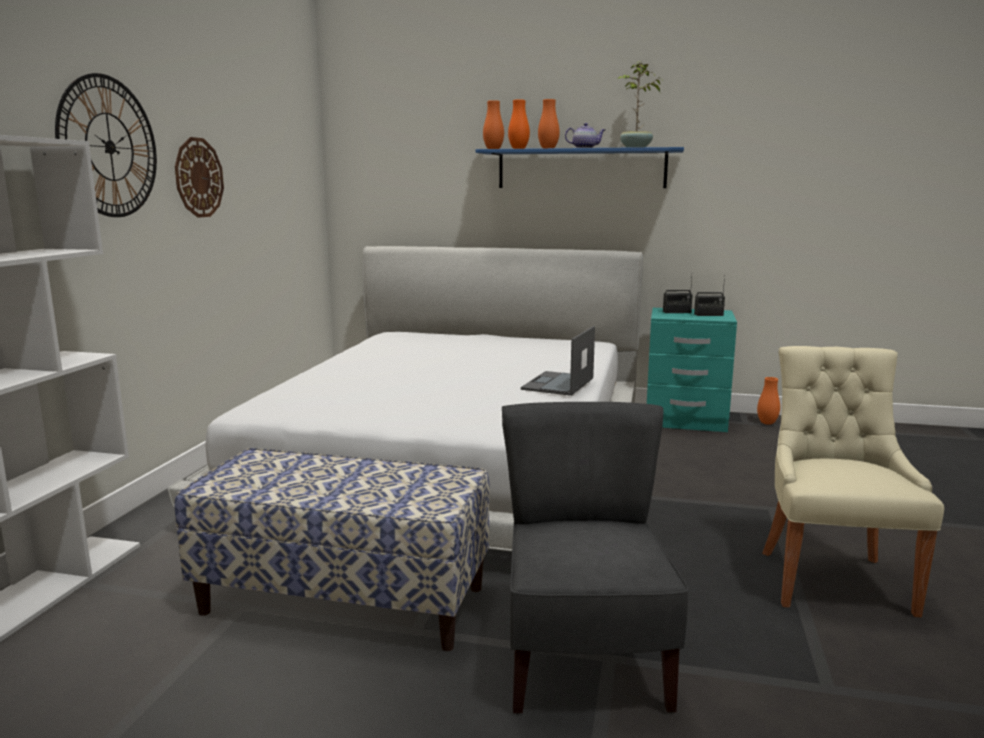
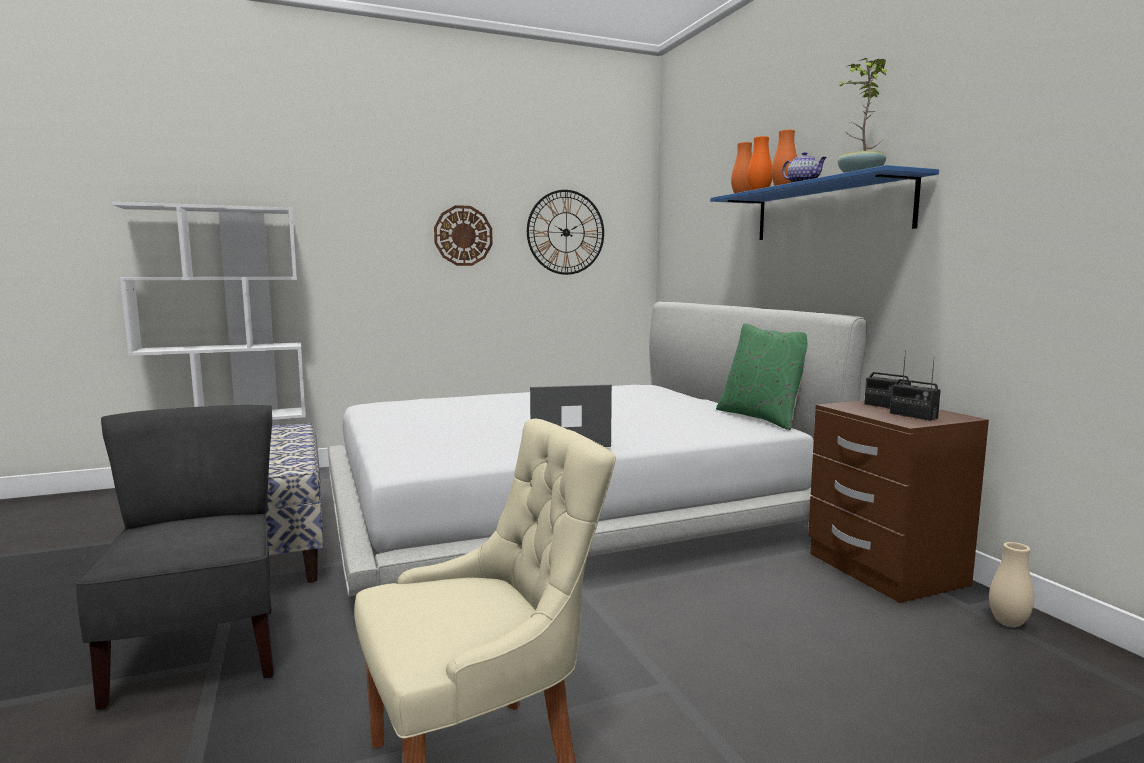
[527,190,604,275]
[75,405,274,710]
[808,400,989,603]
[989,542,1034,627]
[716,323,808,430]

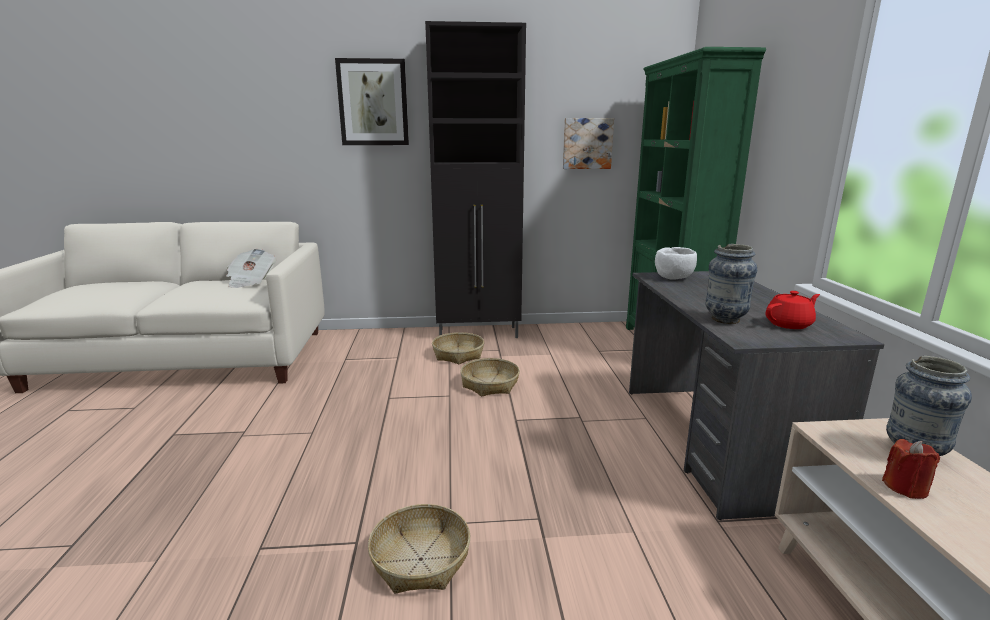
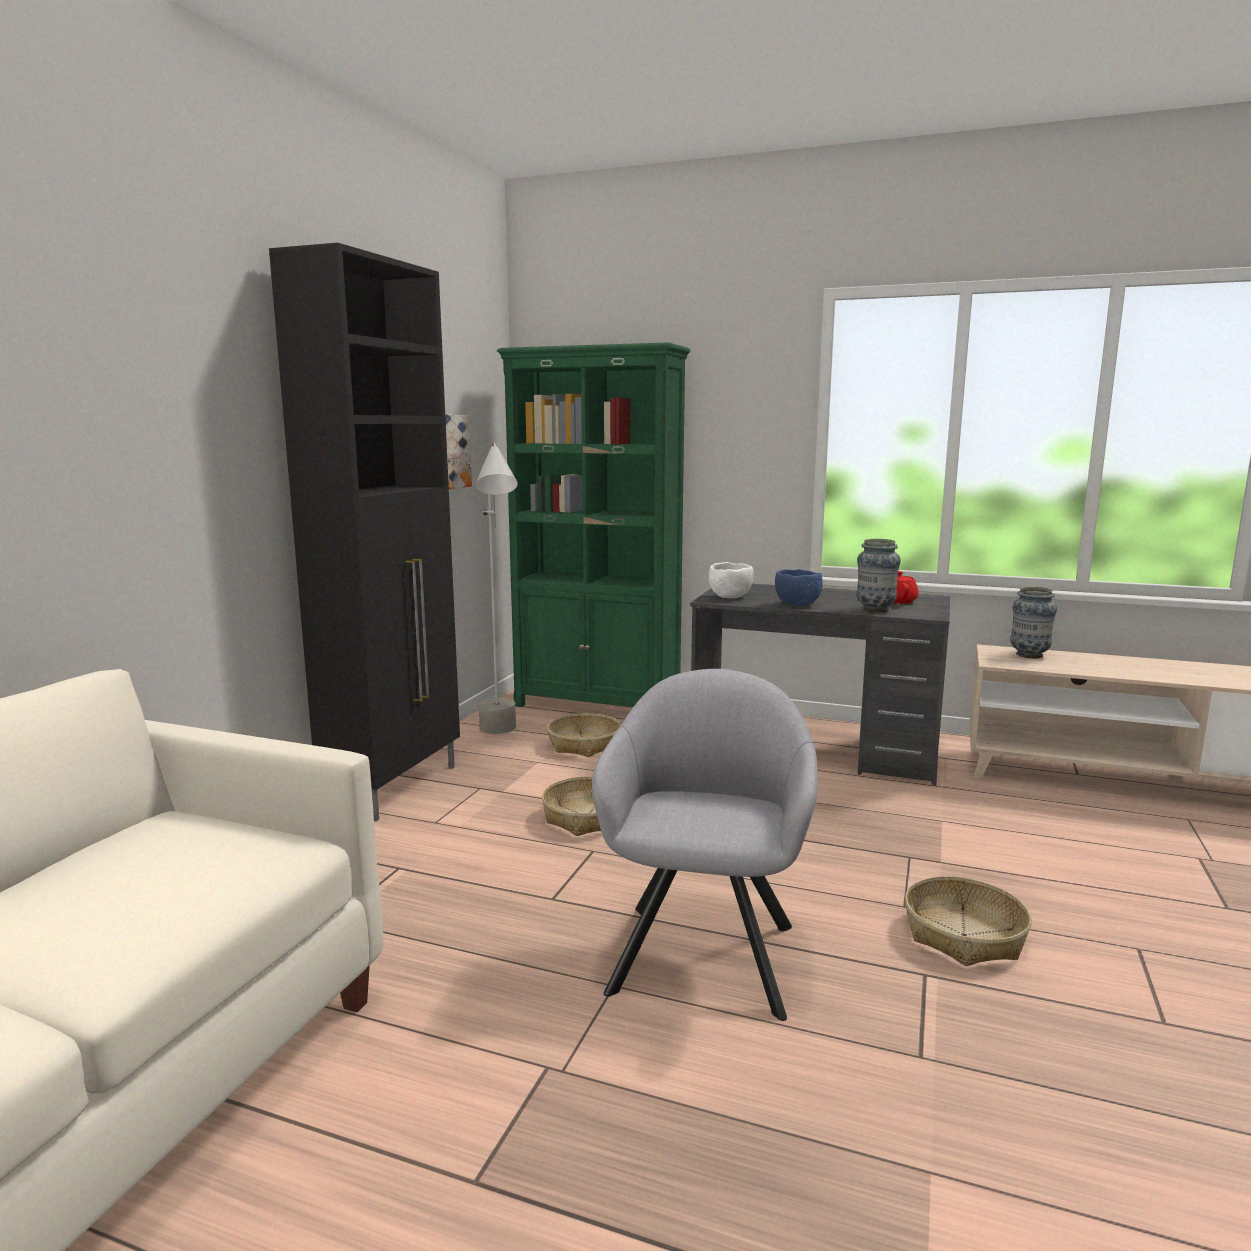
[226,249,276,288] (first image)
[335,58,409,145] (first image)
[547,713,621,757]
[882,439,940,499] (first image)
[475,442,518,734]
[592,669,818,1021]
[775,569,822,606]

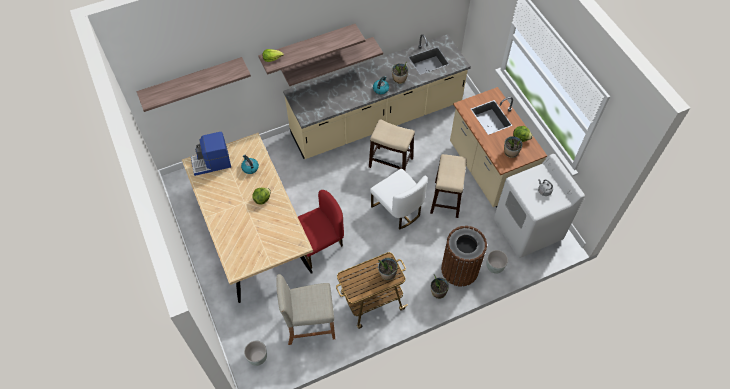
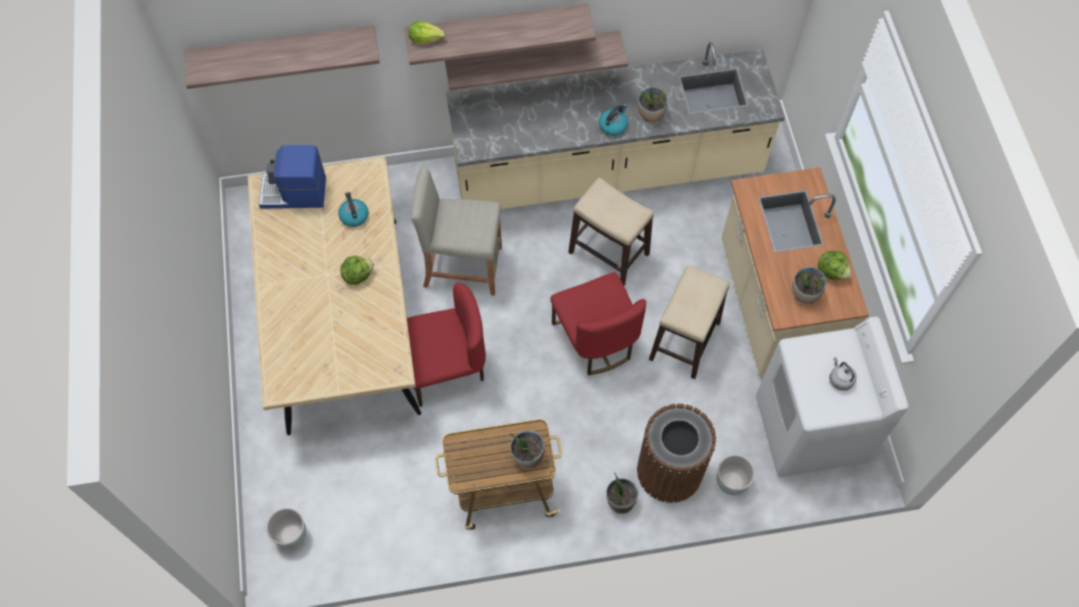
[411,166,502,296]
[551,272,646,375]

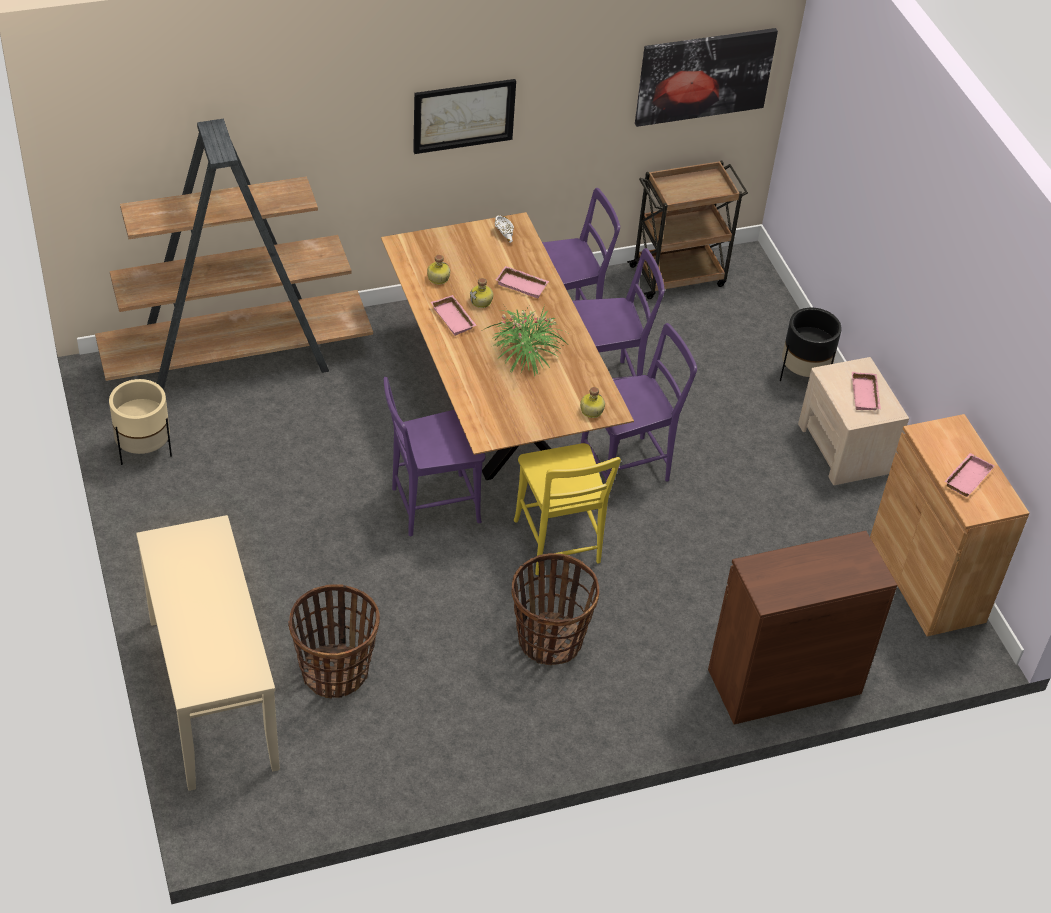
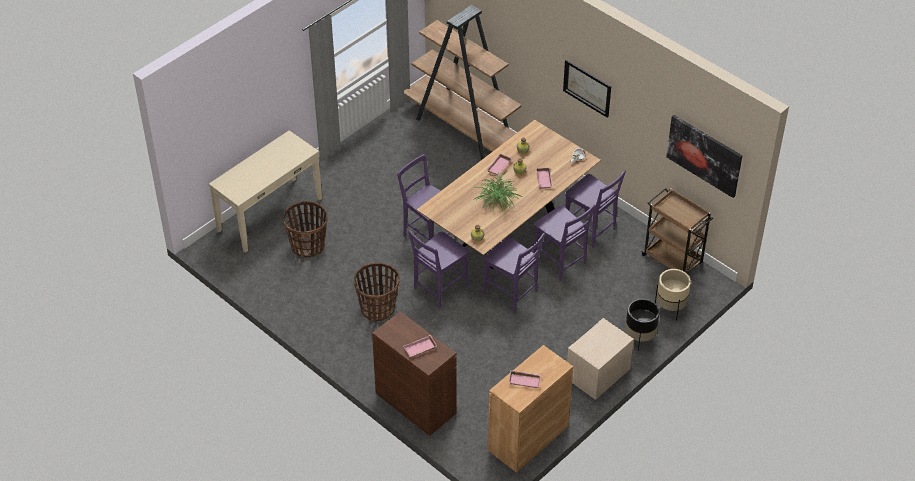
[655,269,691,320]
[408,230,469,308]
[404,335,437,357]

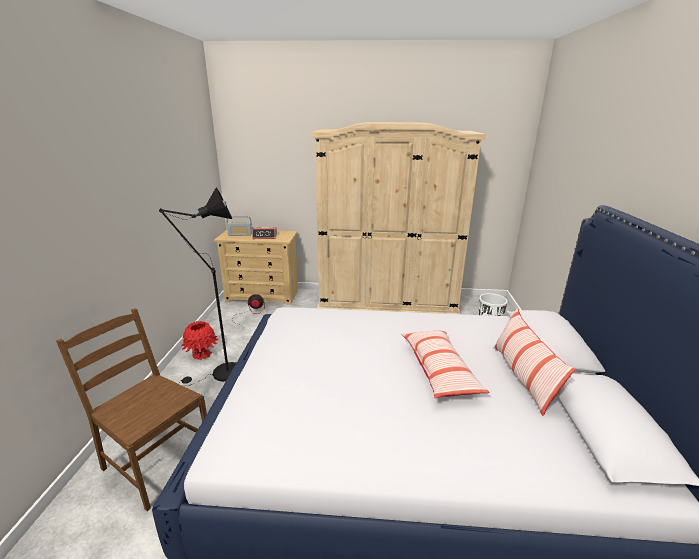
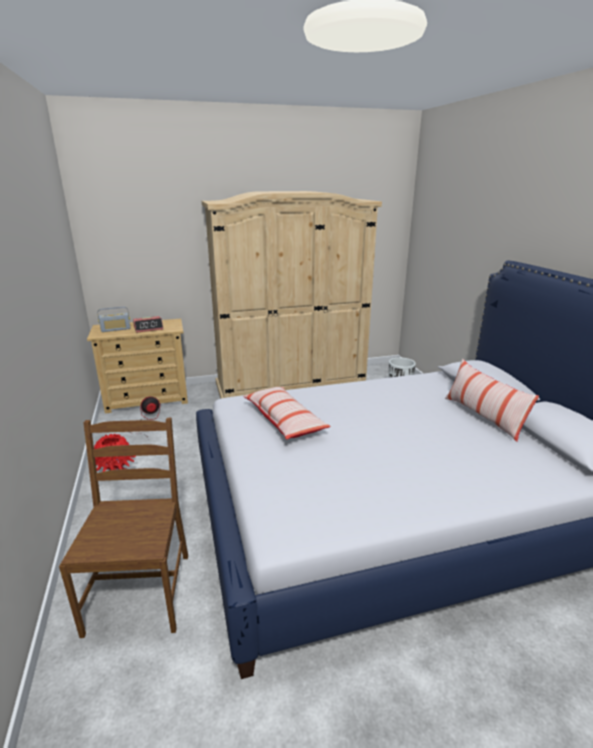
[59,418,188,638]
[159,187,236,386] (first image)
[243,387,331,439]

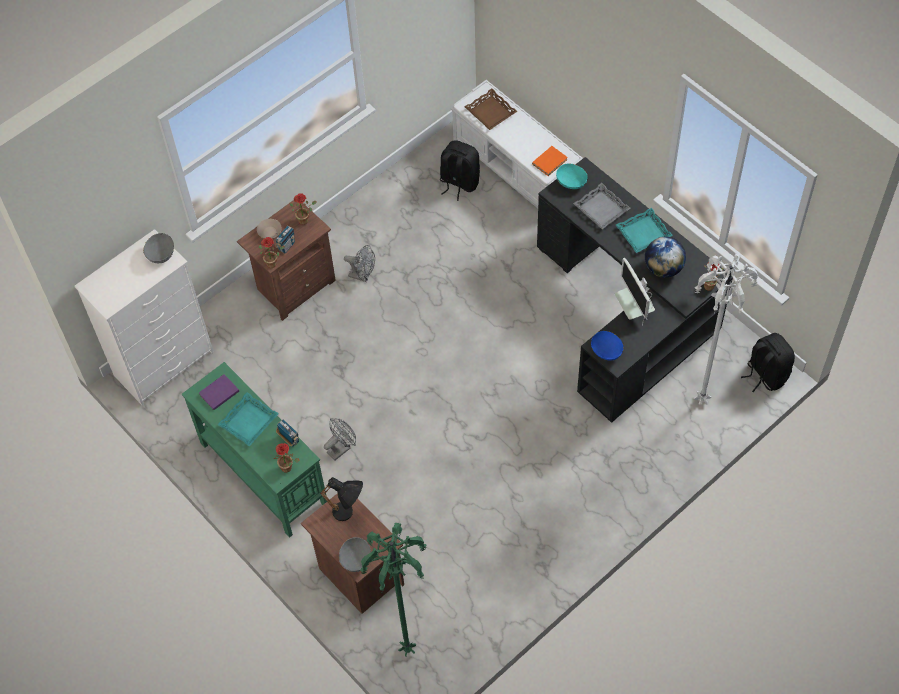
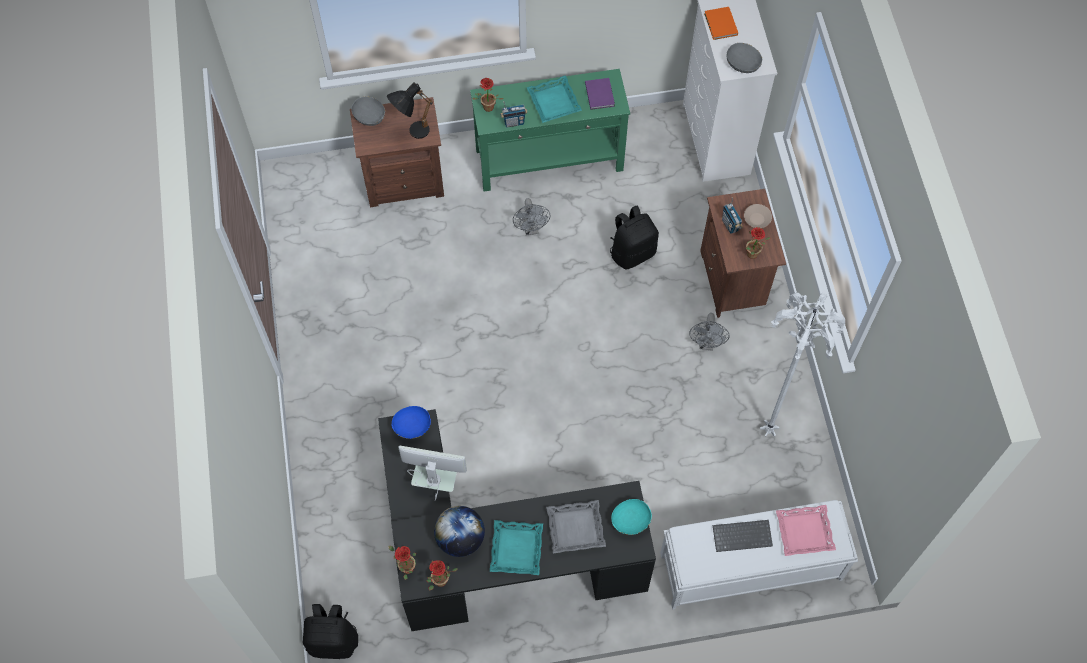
[426,560,458,591]
[689,313,729,351]
[360,523,427,657] (first image)
[610,205,659,269]
[776,505,836,556]
[704,7,738,40]
[760,293,846,437]
[713,520,773,552]

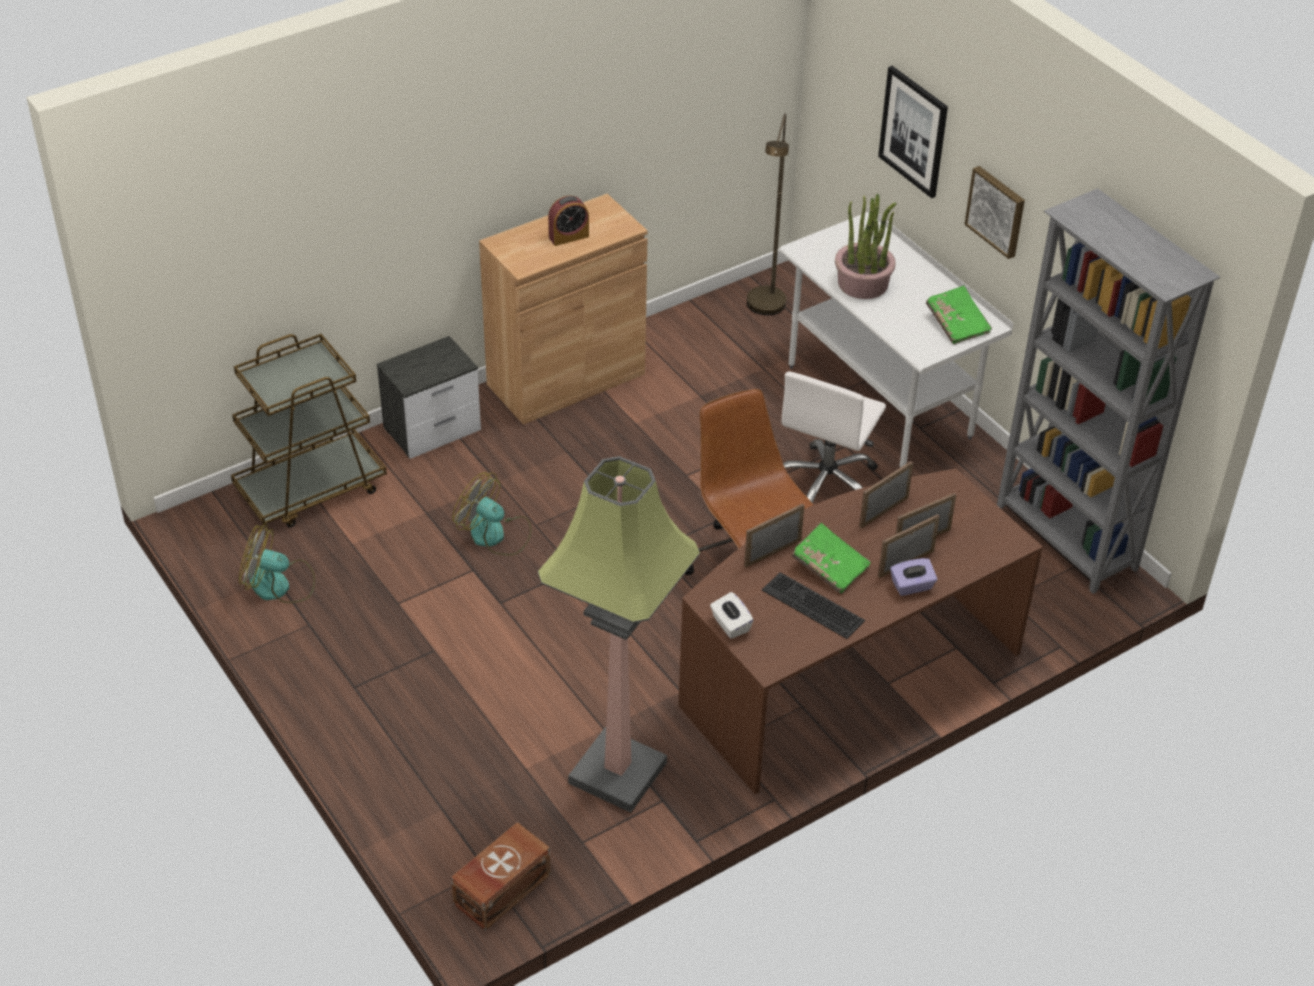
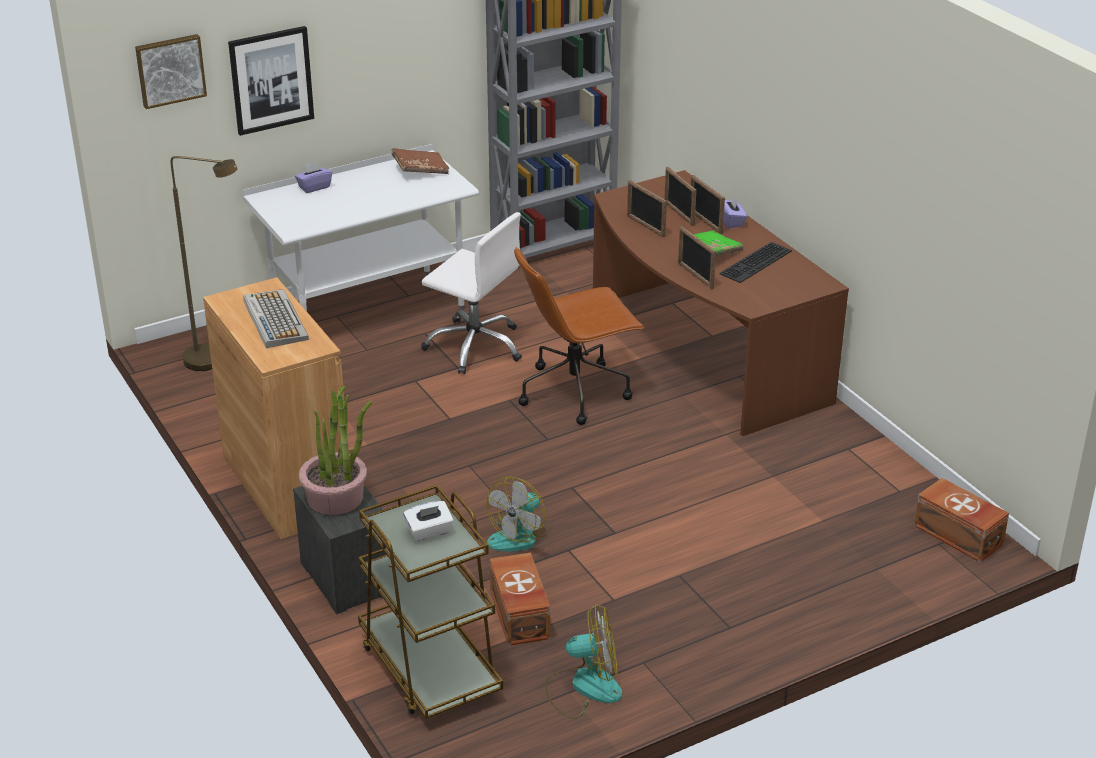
[545,605,622,719]
[538,456,700,813] (first image)
[243,289,309,348]
[403,501,453,542]
[299,386,372,515]
[392,148,449,174]
[135,34,207,109]
[295,162,332,193]
[490,552,550,646]

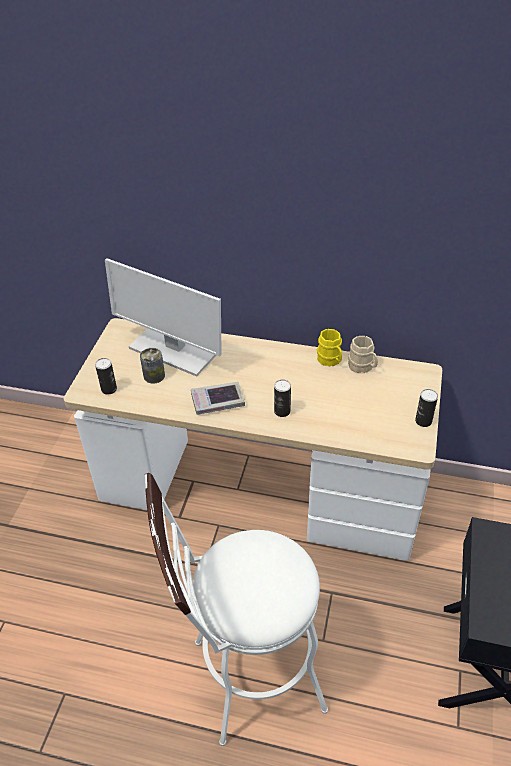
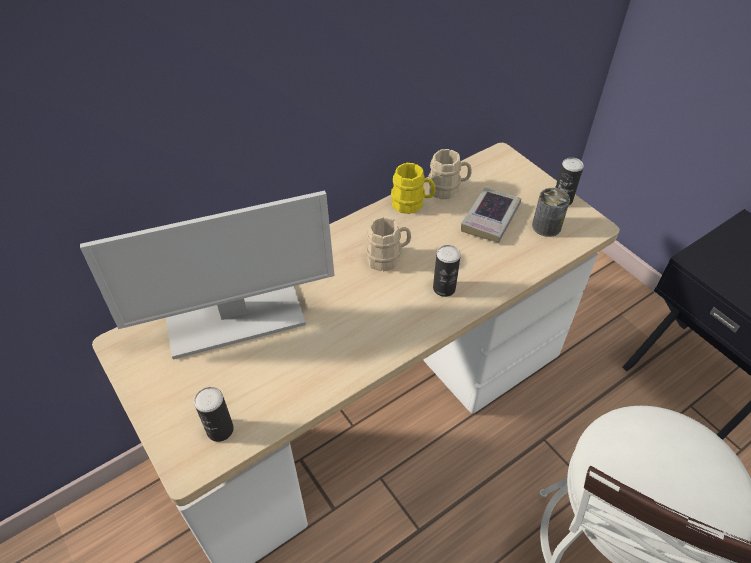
[532,188,570,237]
[461,187,521,243]
[365,217,411,271]

